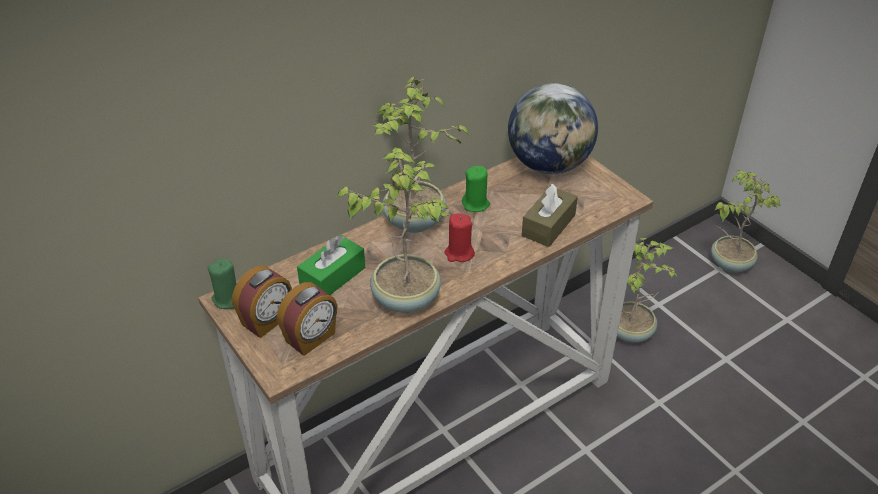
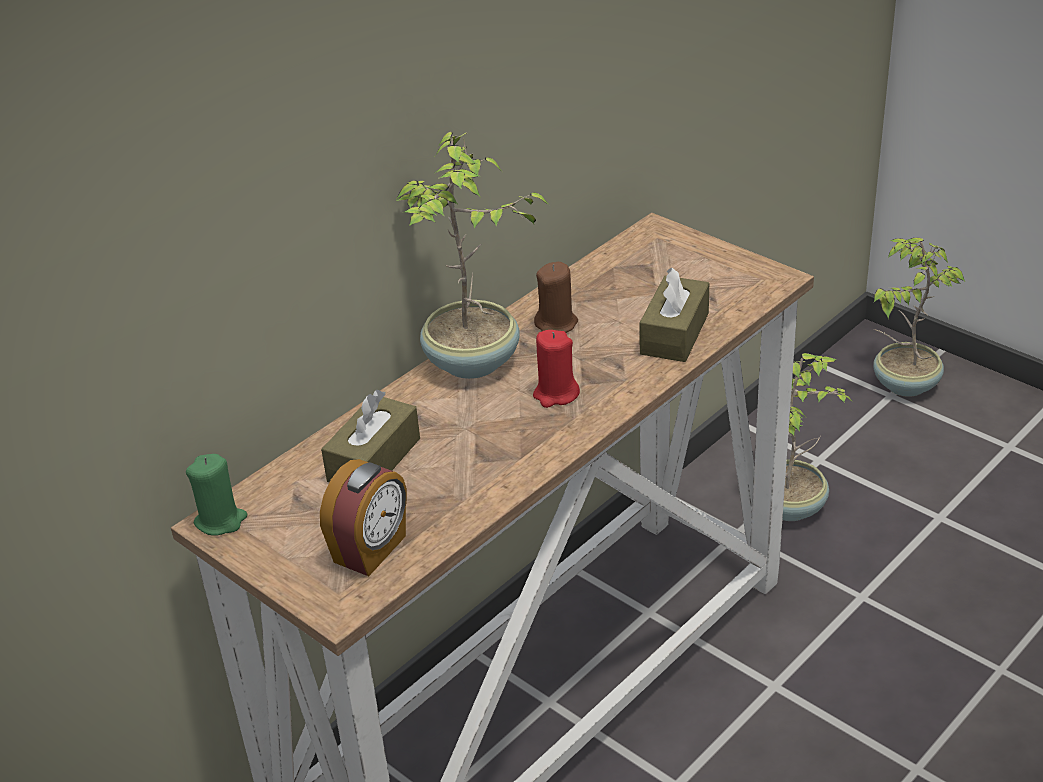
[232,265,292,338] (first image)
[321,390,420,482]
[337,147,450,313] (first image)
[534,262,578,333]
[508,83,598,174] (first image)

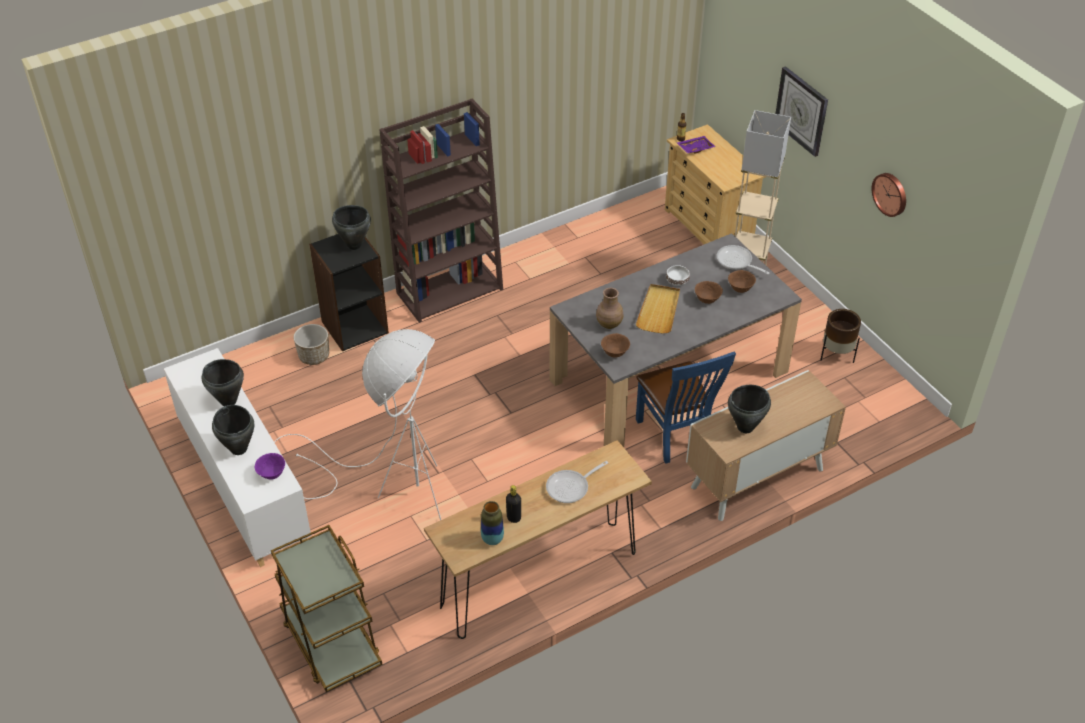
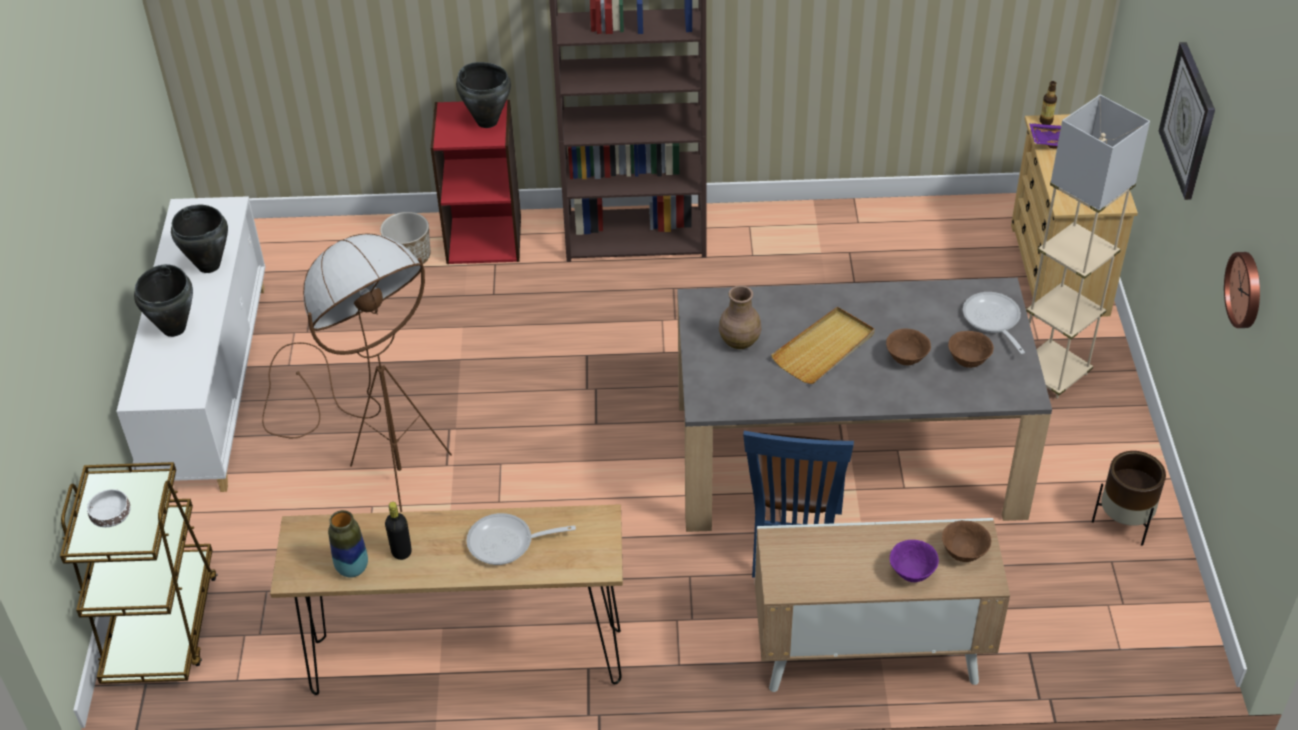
[890,540,939,582]
[262,233,452,512]
[430,100,521,264]
[942,520,991,562]
[87,489,130,527]
[728,385,771,433] (first image)

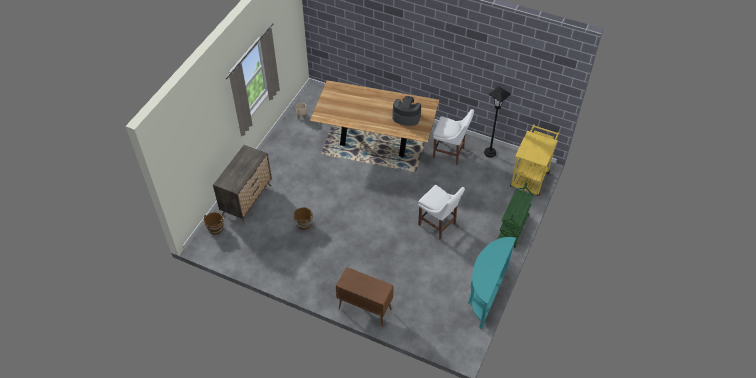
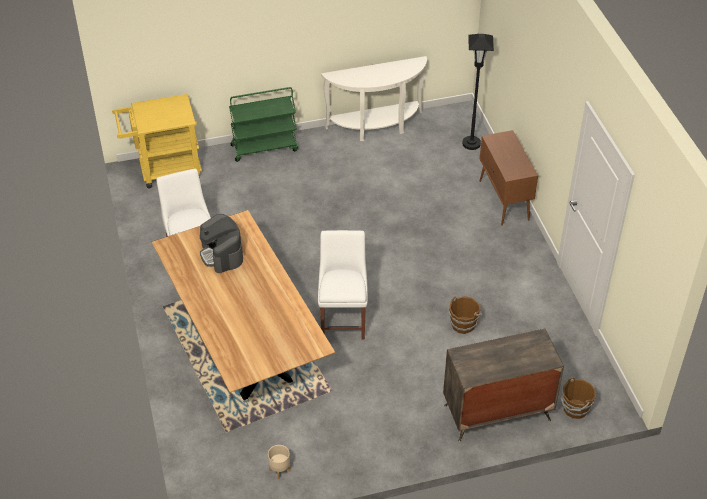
[318,230,368,340]
[321,56,427,141]
[462,34,494,150]

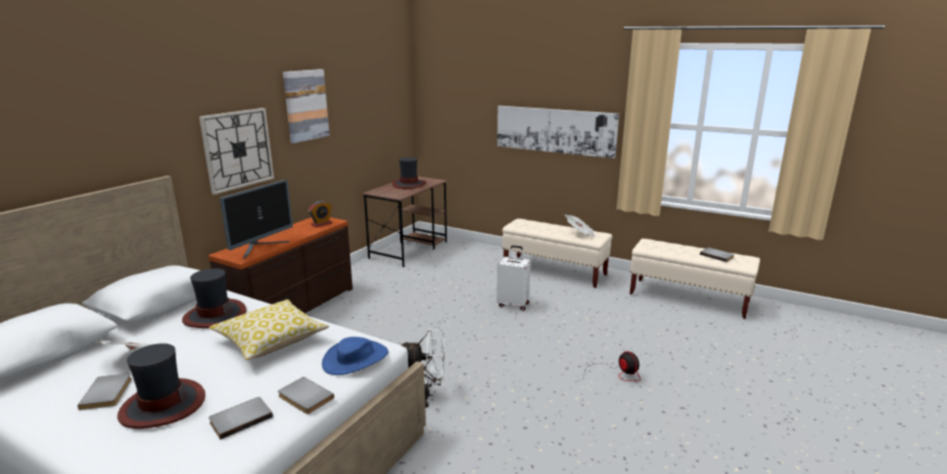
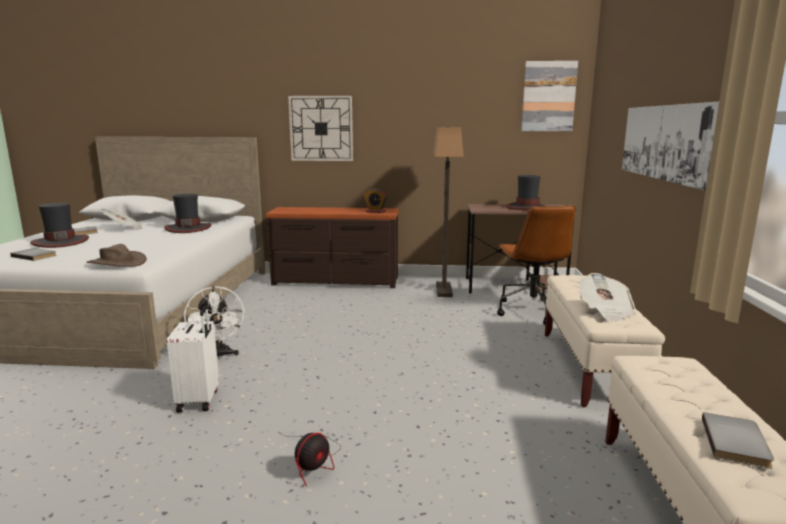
[209,299,329,360] (first image)
[220,179,293,259] (first image)
[278,377,334,414] (first image)
[521,61,578,131]
[86,244,147,267]
[167,305,219,413]
[433,127,464,297]
[497,206,576,325]

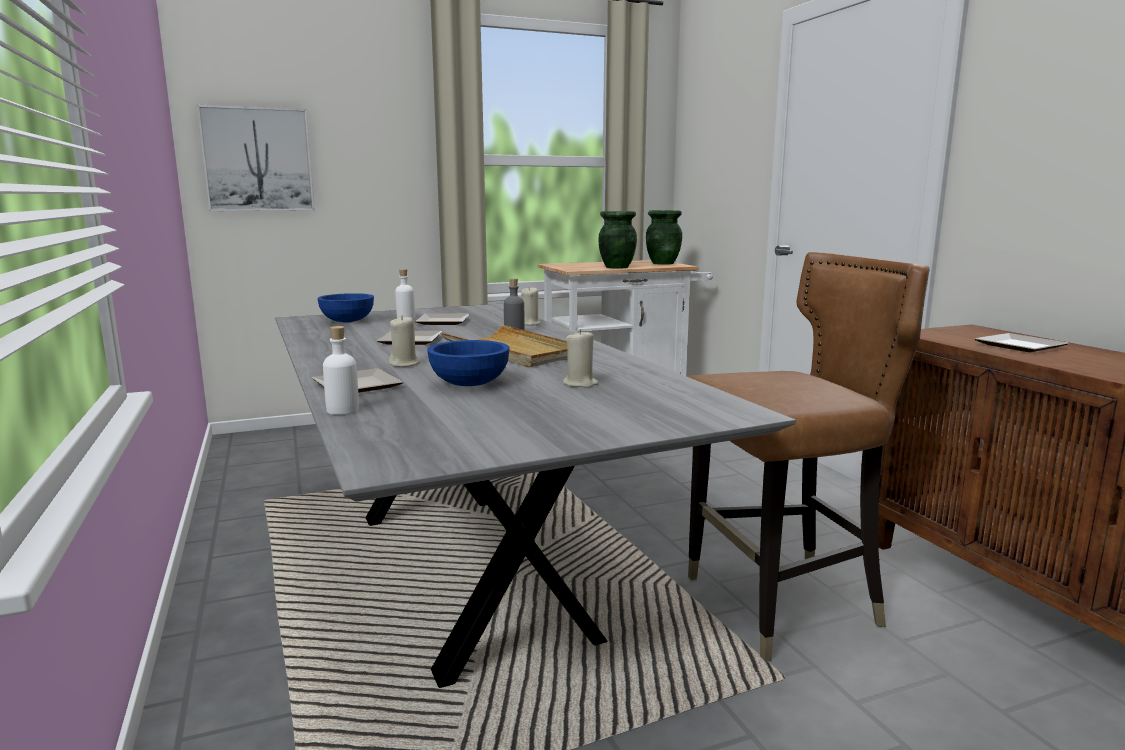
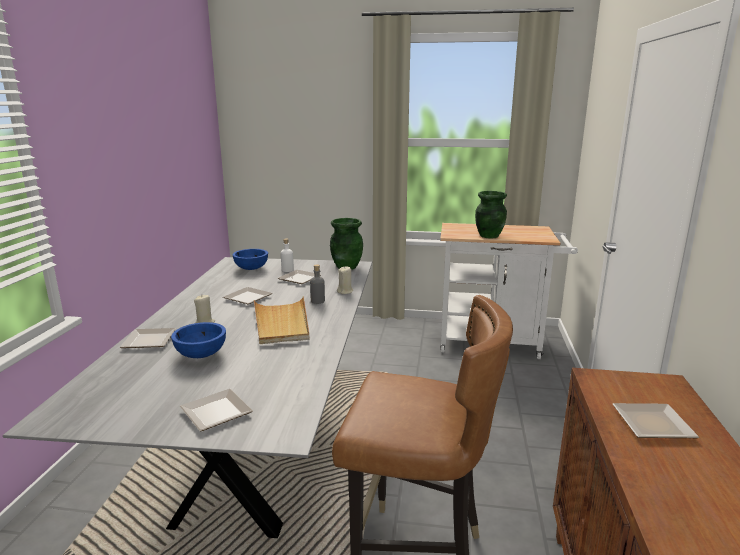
[197,105,315,211] (first image)
[323,326,359,415] (first image)
[563,329,599,388] (first image)
[330,218,363,270]
[180,389,253,431]

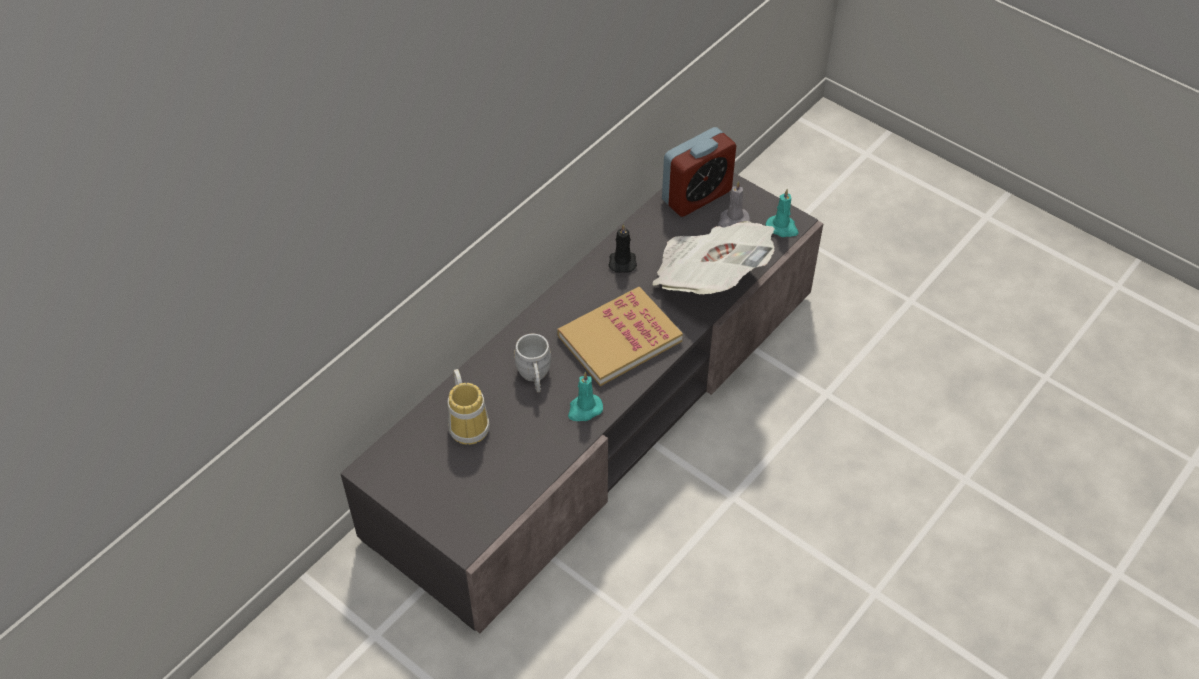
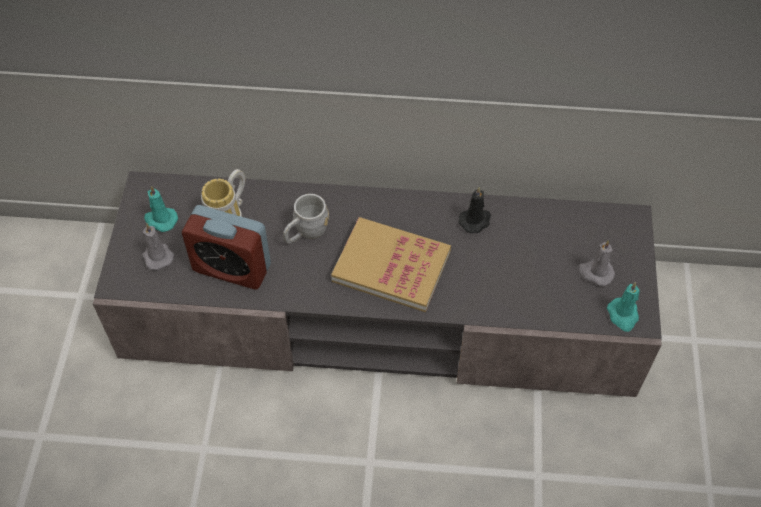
[144,186,178,232]
[652,221,774,295] (first image)
[182,205,271,289]
[142,224,174,270]

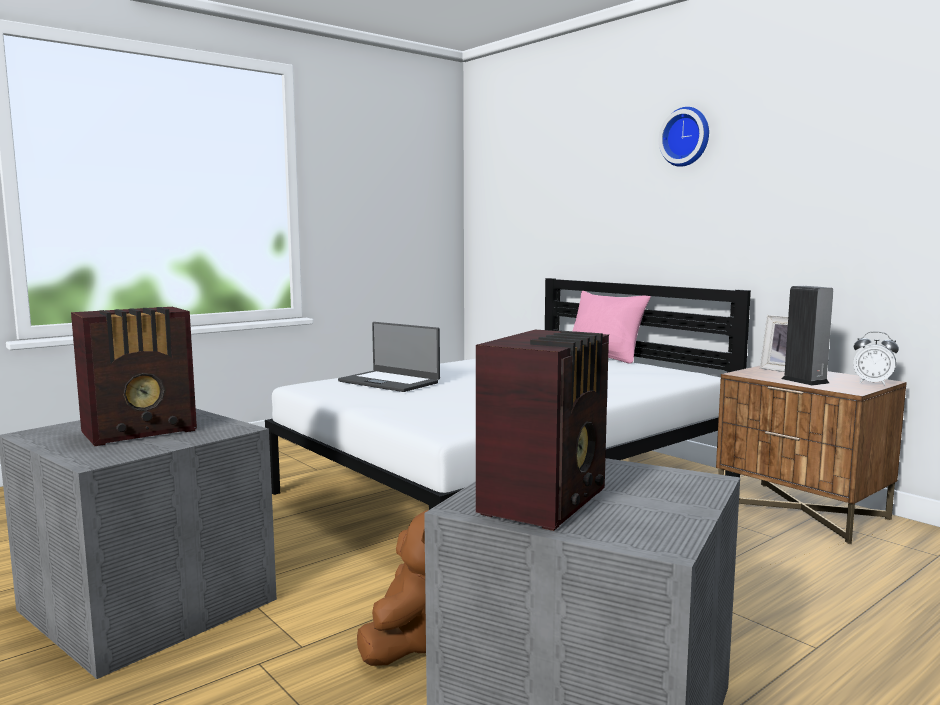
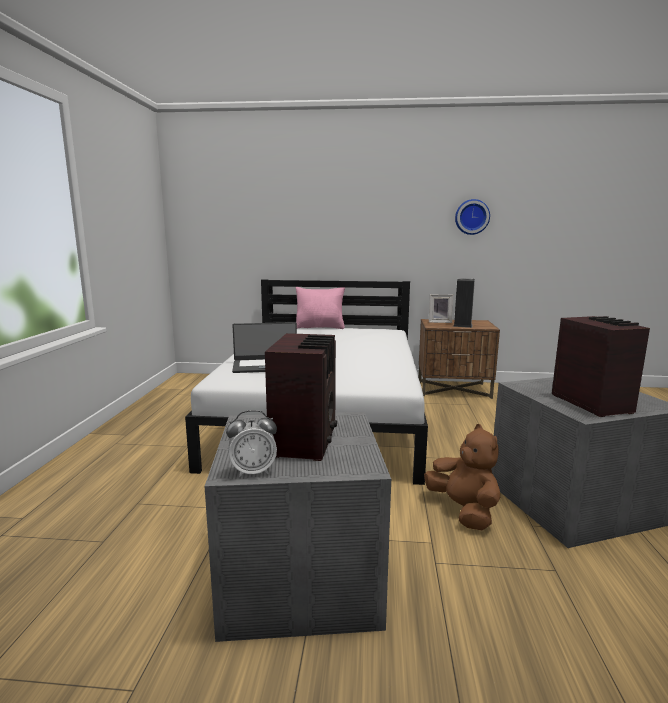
[455,199,490,235]
[226,410,277,477]

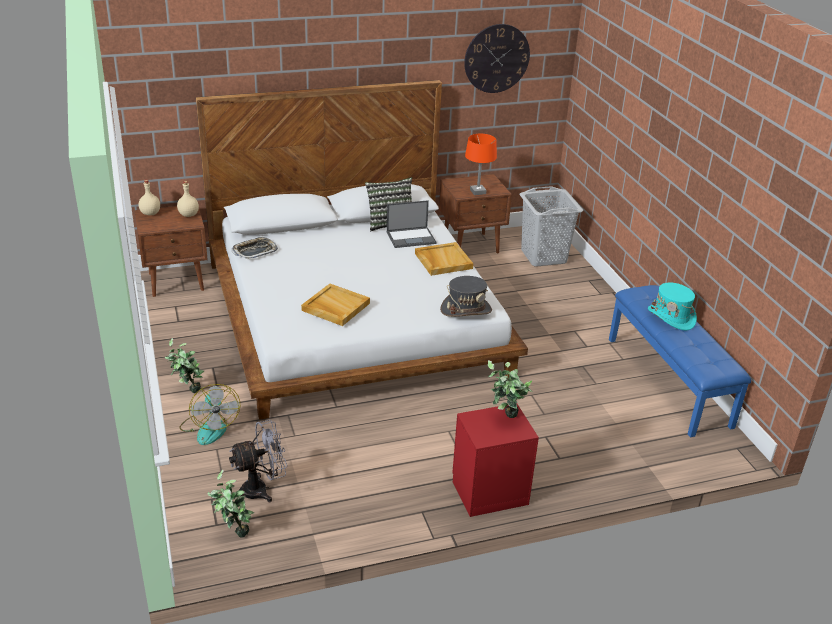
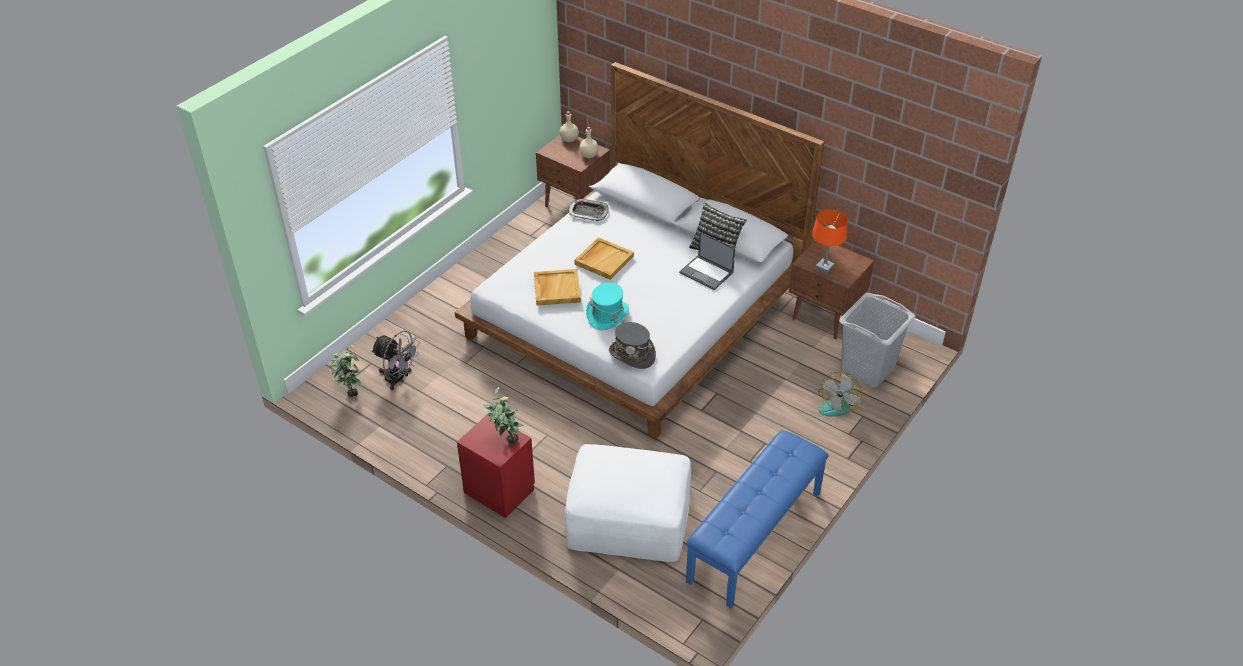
[165,338,204,393] (first image)
[818,372,863,417]
[574,237,634,280]
[464,24,530,93] (first image)
[586,283,629,331]
[565,444,691,562]

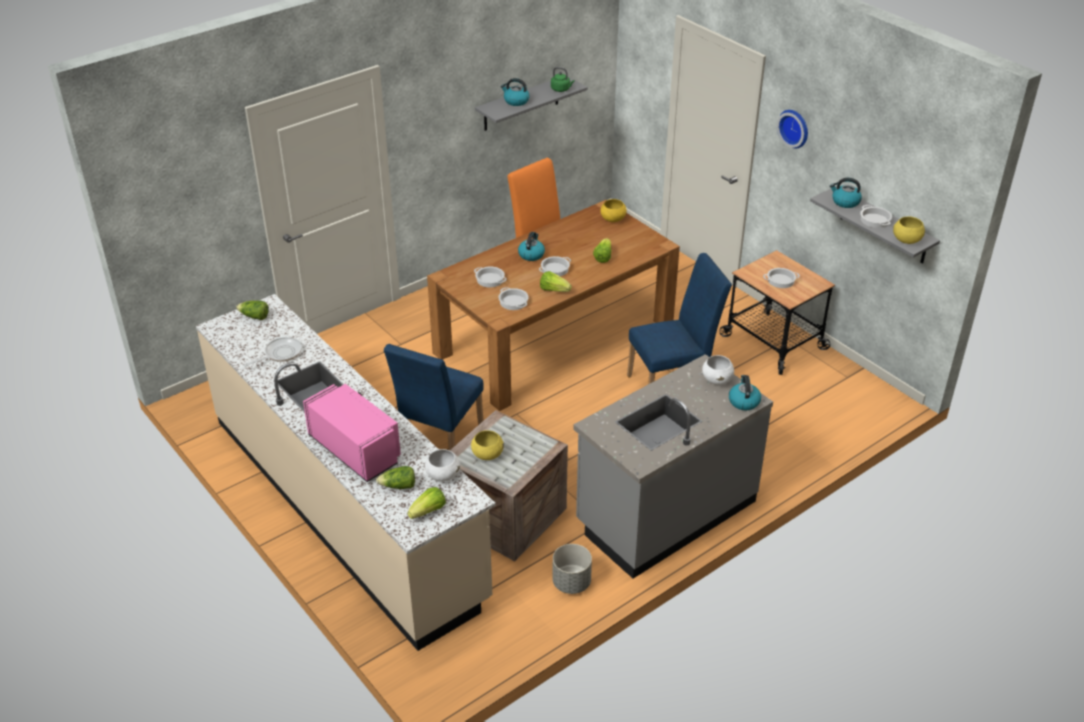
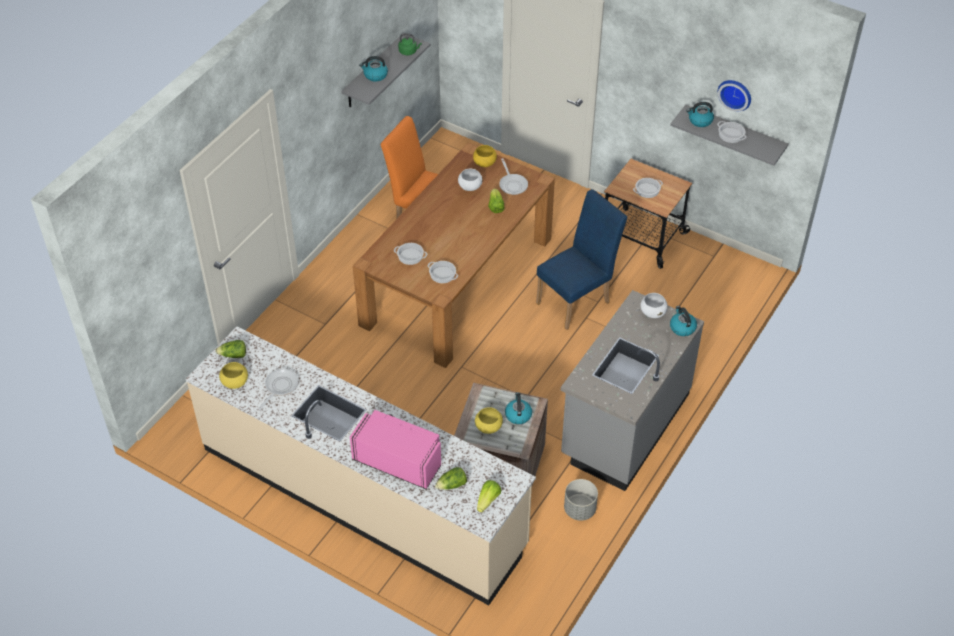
[384,344,484,451] (first image)
[458,169,483,191]
[505,392,532,424]
[539,256,571,276] (first image)
[540,271,572,292] (first image)
[718,80,751,112]
[219,362,248,389]
[499,158,528,195]

